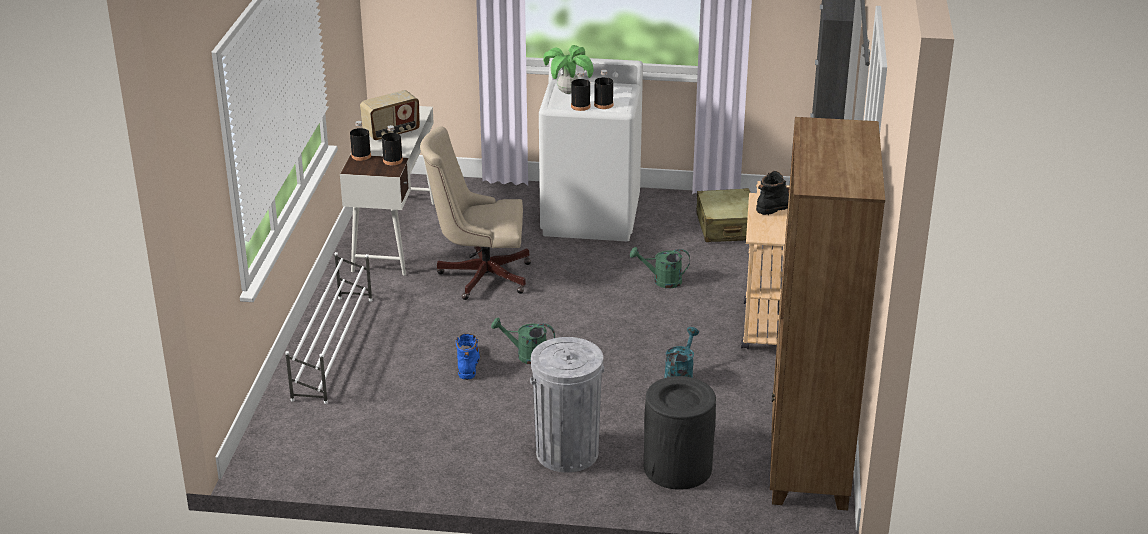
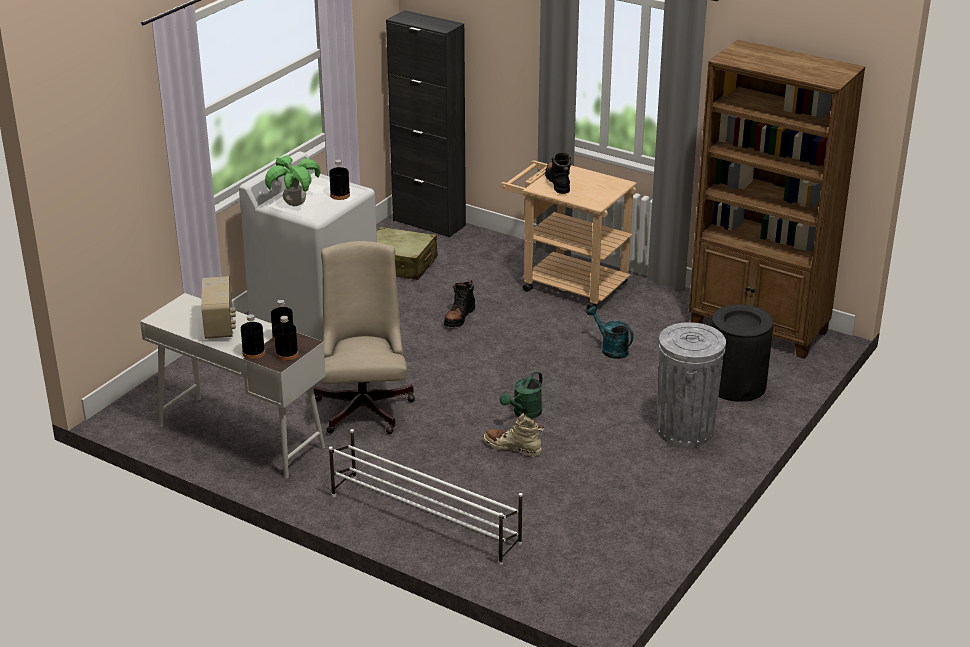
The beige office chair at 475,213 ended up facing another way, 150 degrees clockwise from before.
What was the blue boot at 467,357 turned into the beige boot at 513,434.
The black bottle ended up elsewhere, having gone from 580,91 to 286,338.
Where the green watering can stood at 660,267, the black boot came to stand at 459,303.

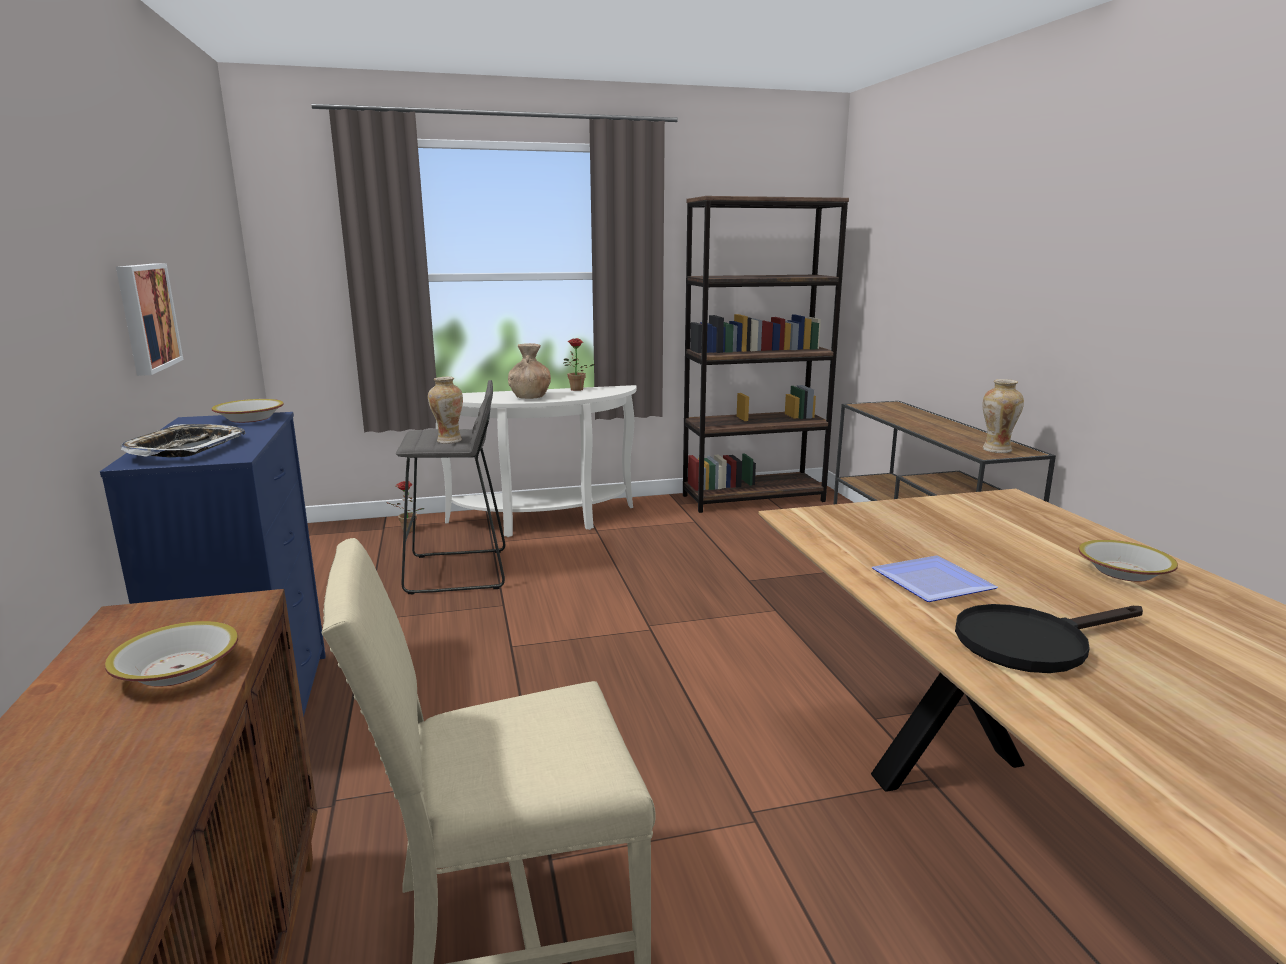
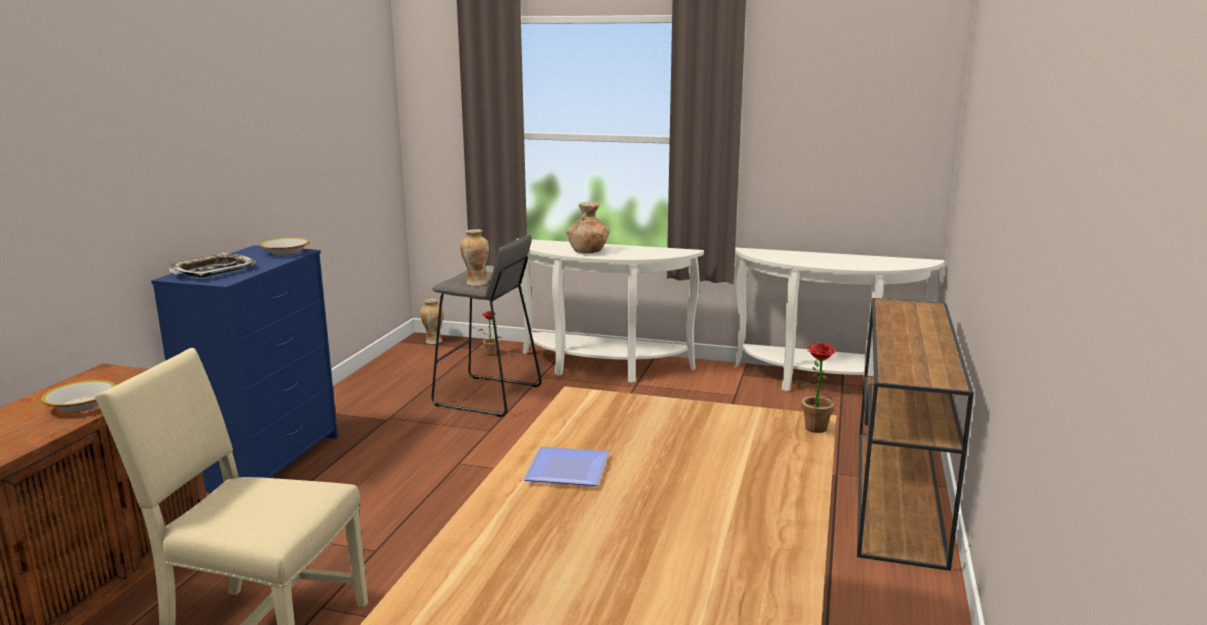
The second view lost the picture at 149,319.
The potted plant ended up elsewhere, having gone from 579,364 to 822,388.
Where the brown bookcase stood at 766,354, the white console table came to stand at 839,319.
The second view lost the black frying pan at 1049,638.
The vase ended up elsewhere, having gone from 1003,416 to 431,321.
The second view lost the bowl at 1128,561.

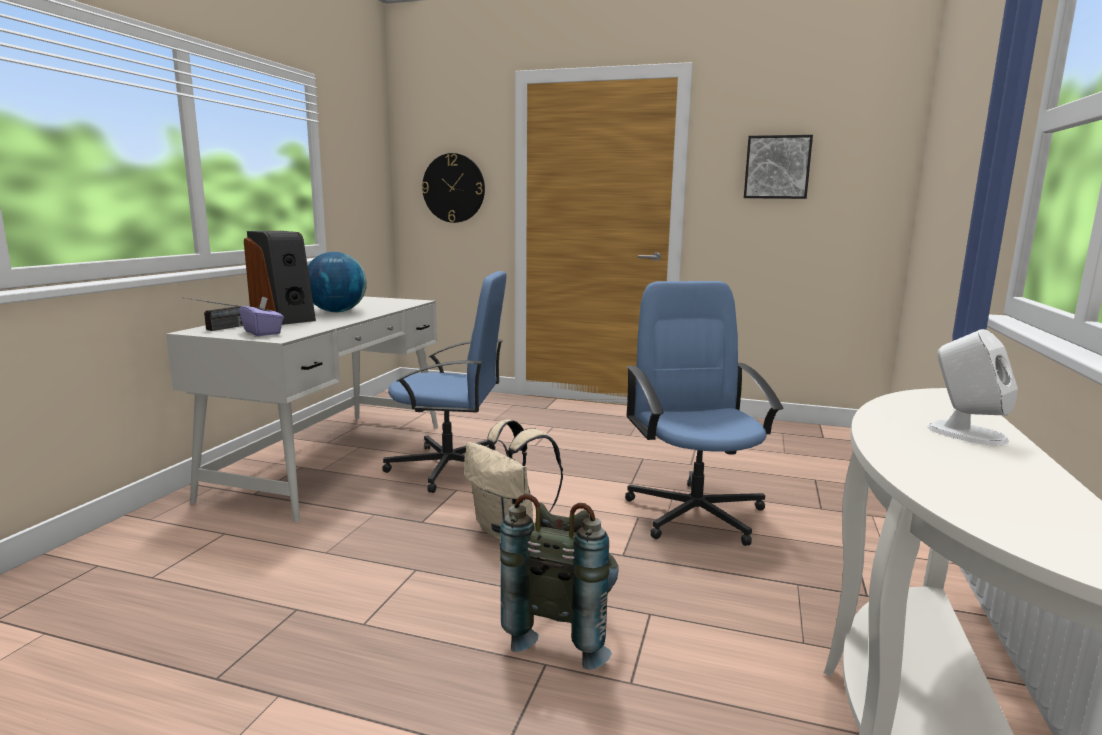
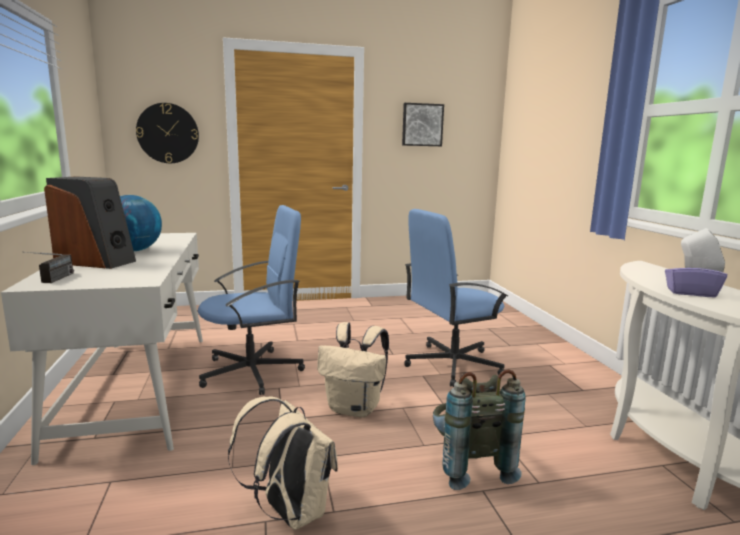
The purple tissue box ended up elsewhere, having gone from 261,316 to 696,276.
The blue office chair at 704,413 ended up facing another way, 75 degrees counterclockwise from before.
The second view gained the beige backpack at 283,463.

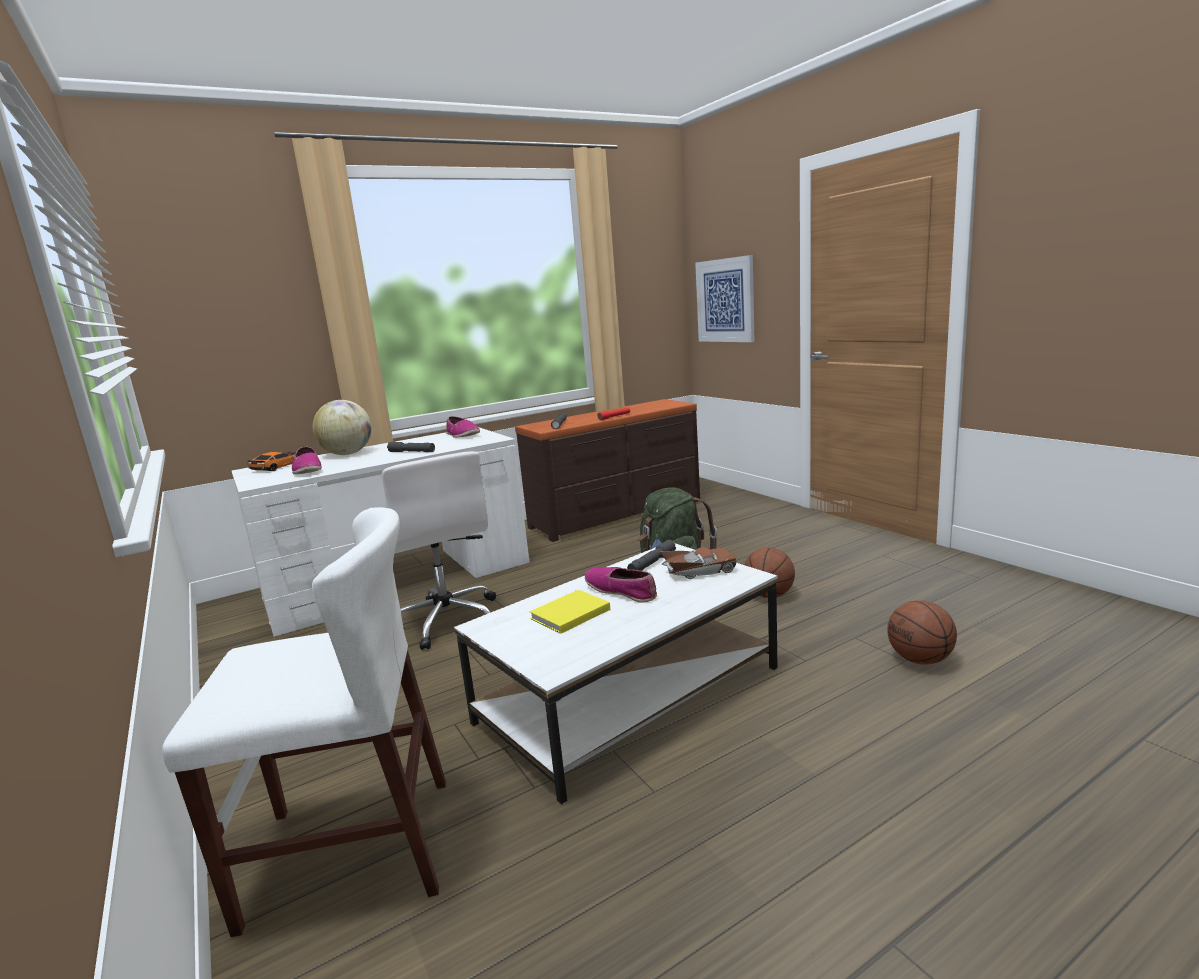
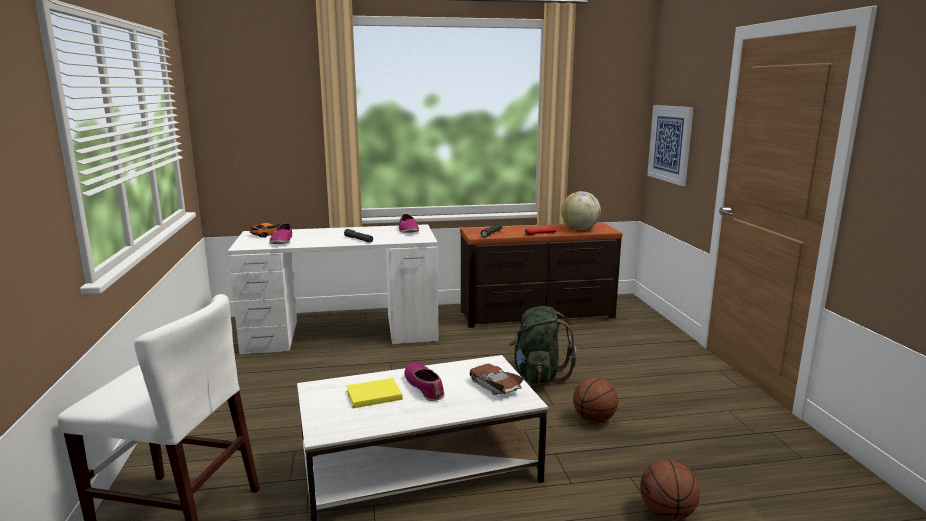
The globe ended up elsewhere, having gone from 342,427 to 581,210.
The second view lost the white office chair at 439,550.
The second view lost the grey flashlight at 651,555.
The brown toy car at 698,563 ended up facing another way, 135 degrees counterclockwise from before.

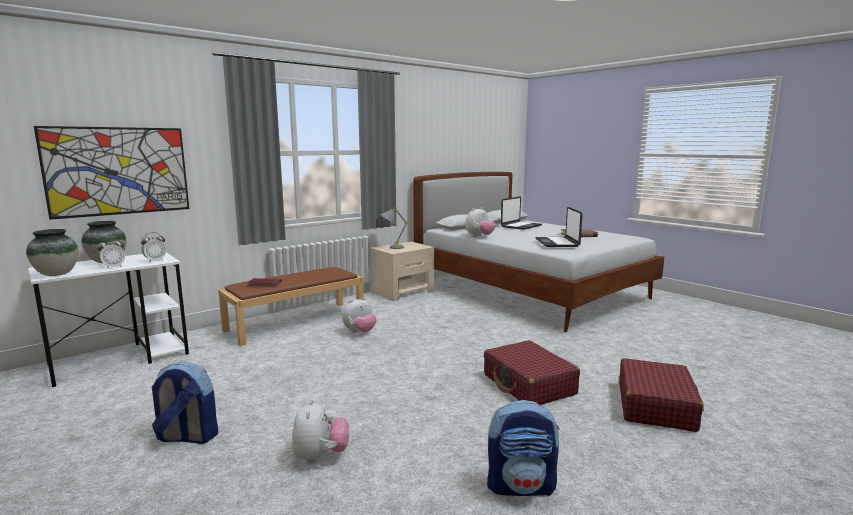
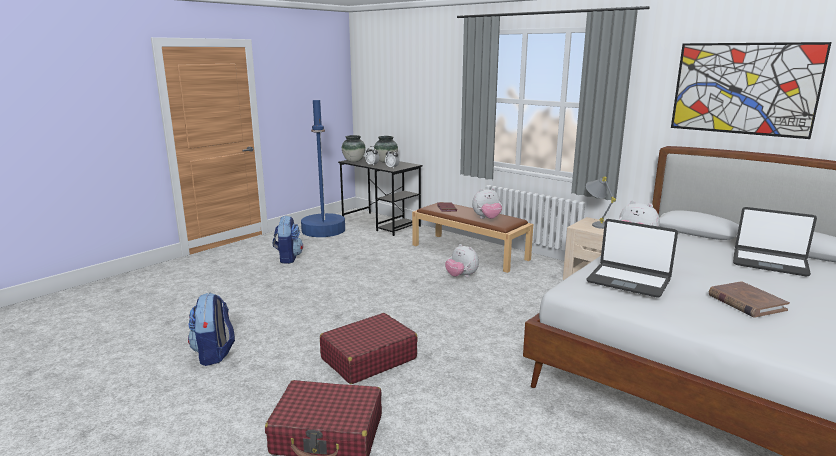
What was the white desk at 108,319 turned into the black desk at 380,196.
The picture ended up elsewhere, having gone from 111,173 to 751,90.
The plush toy ended up elsewhere, having gone from 320,431 to 487,203.
The laptop at 559,227 ended up facing another way, 135 degrees counterclockwise from before.
The second view gained the blue floor lamp at 323,168.

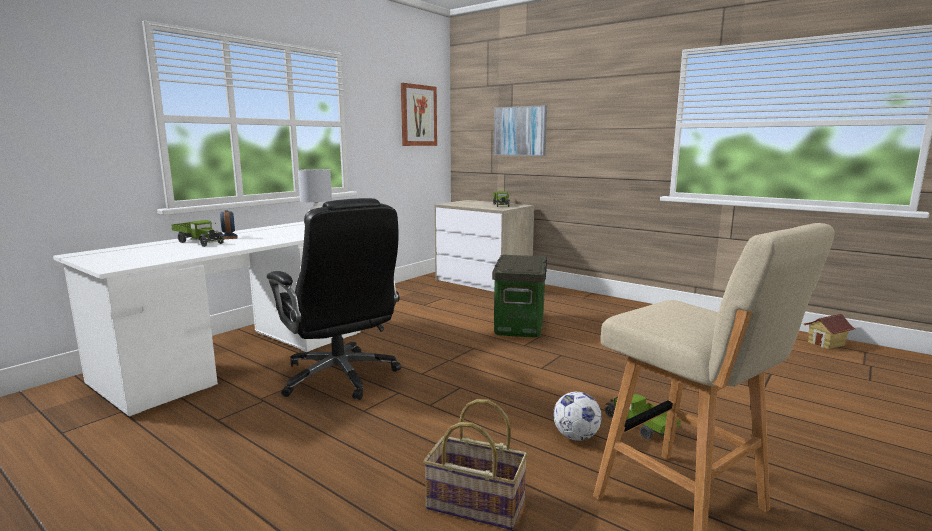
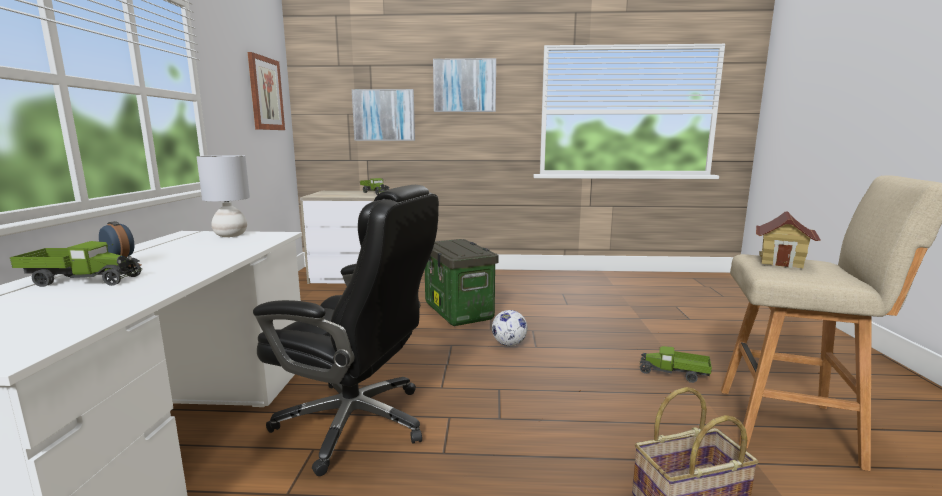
The football ended up elsewhere, having gone from 577,416 to 510,328.
The toy house ended up elsewhere, having gone from 829,331 to 788,240.
The second view gained the picture at 464,85.

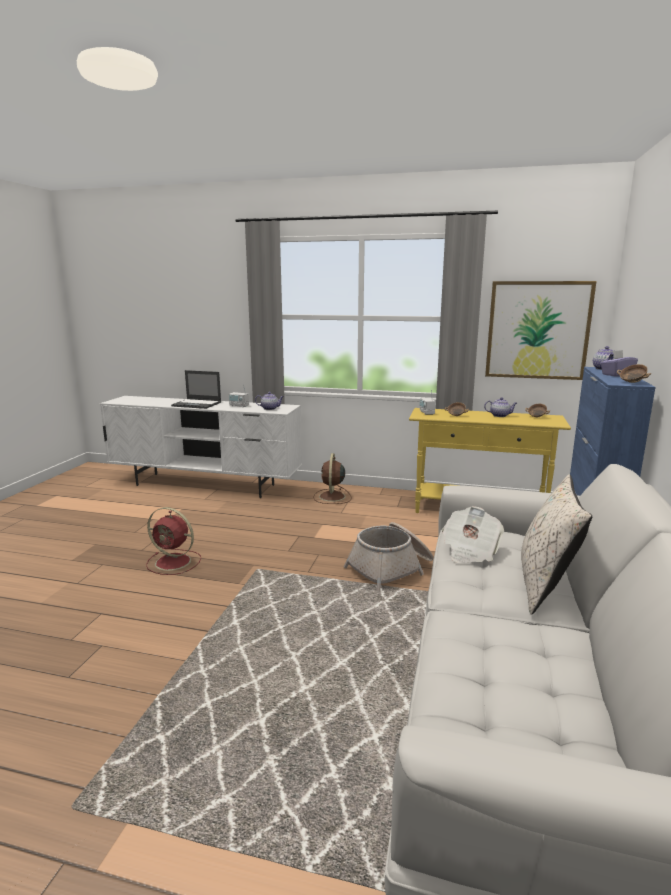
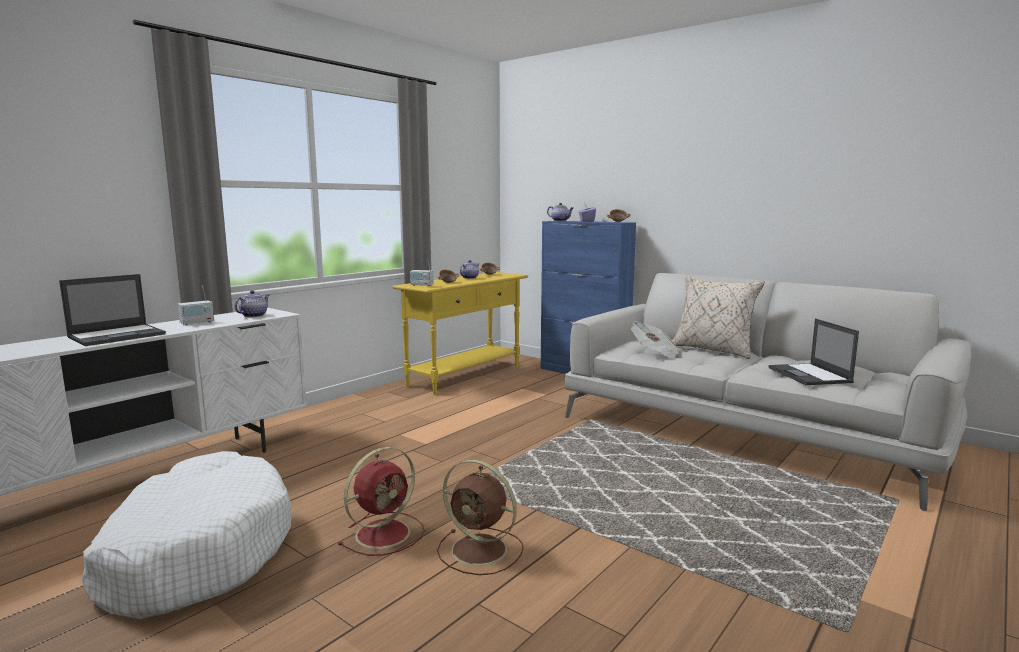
The brown fan ended up elsewhere, having gone from 332,478 to 480,517.
The second view lost the basket at 388,557.
The second view lost the picture at 541,330.
The second view gained the white dog bed at 186,535.
The second view gained the laptop at 814,352.

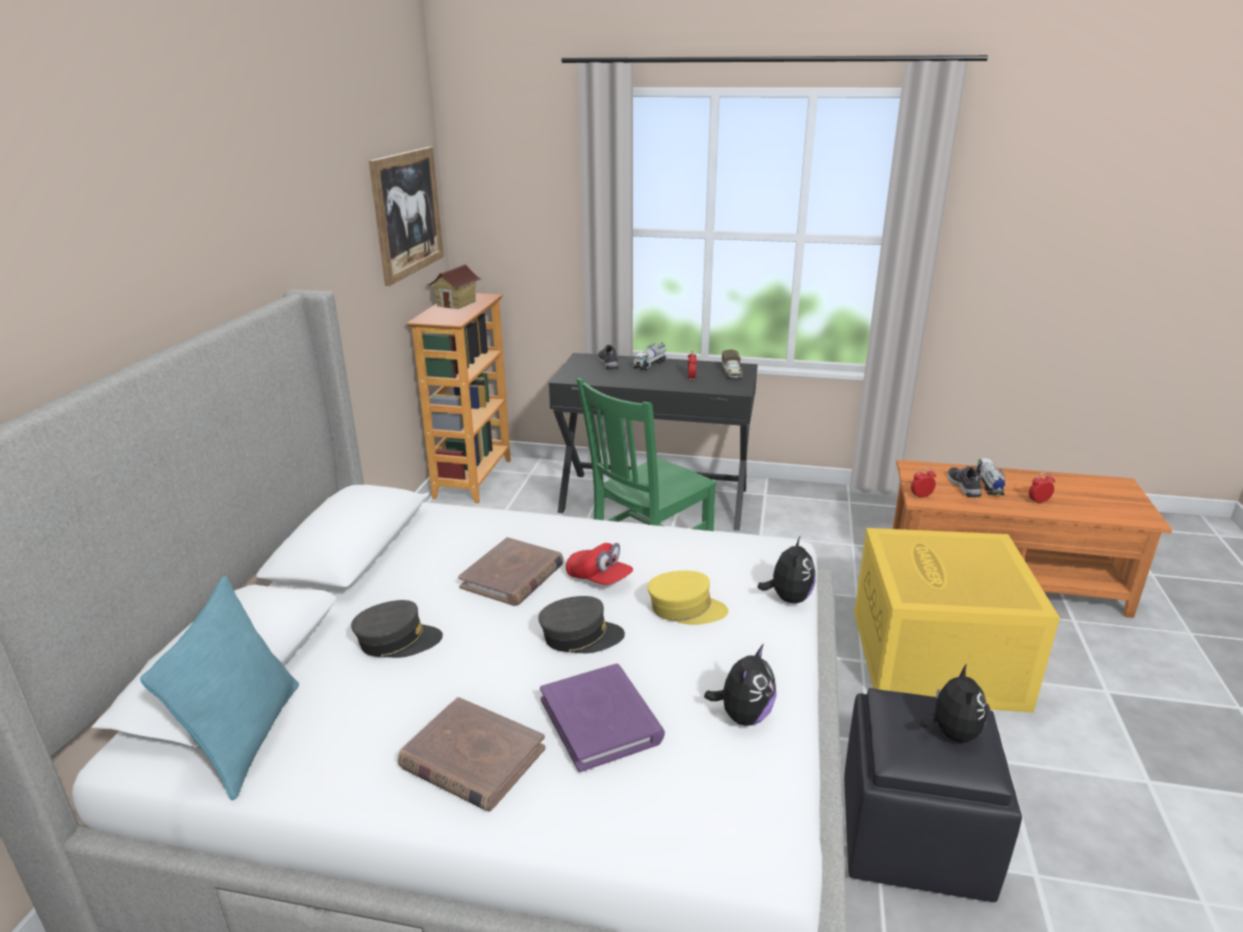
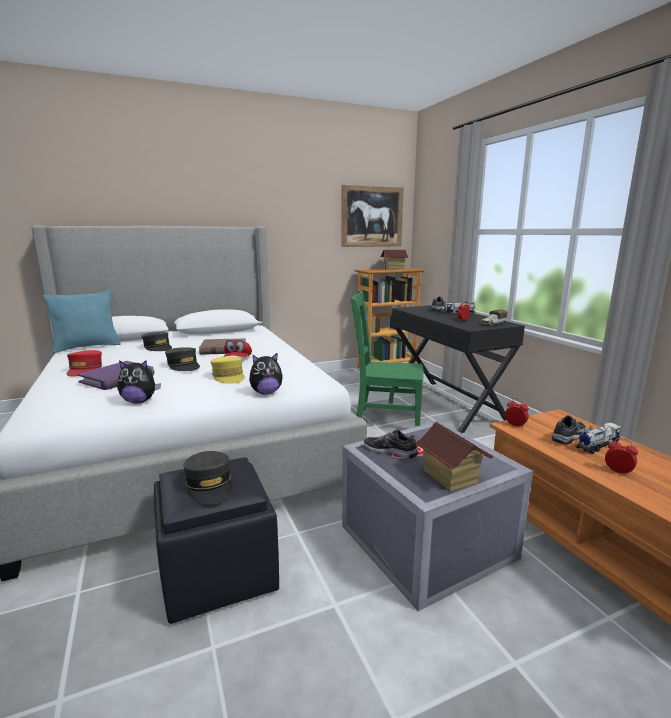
Where the brown book stood at 471,754, the red cap came to stand at 84,363.
What was the yellow storage box at 957,620 turned into the grey storage box at 437,516.
Where the plush toy stood at 953,703, the grey cap came to stand at 207,478.
The second view gained the shoe at 391,443.
The second view gained the toy house at 453,456.

